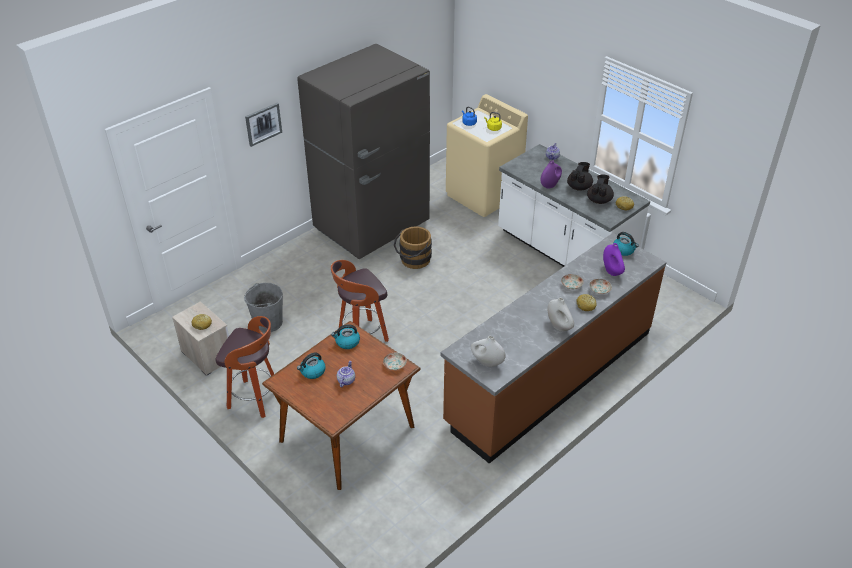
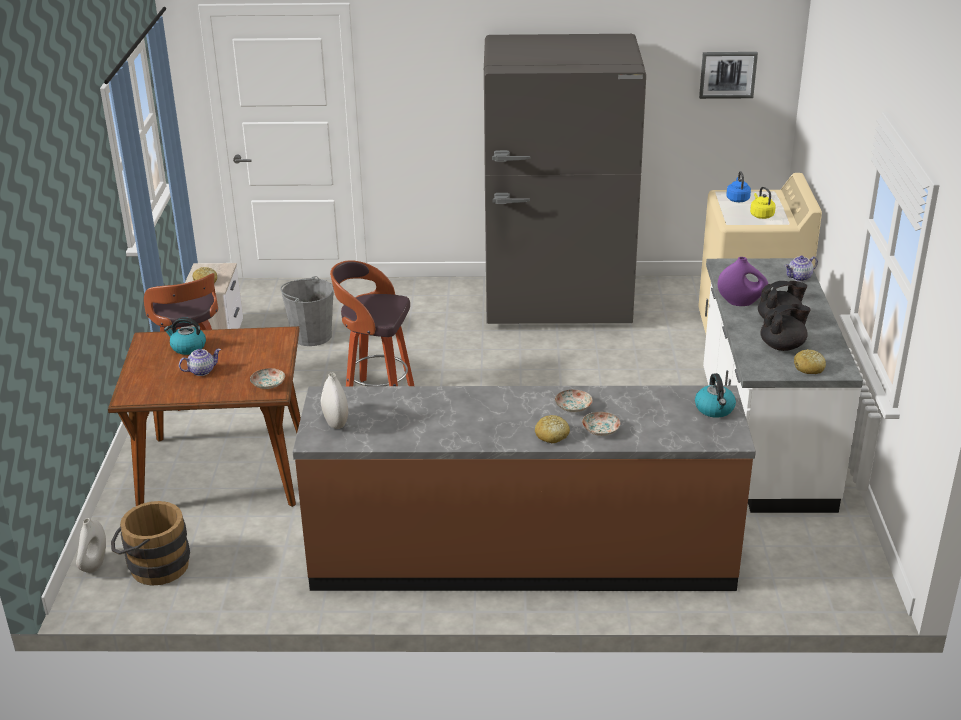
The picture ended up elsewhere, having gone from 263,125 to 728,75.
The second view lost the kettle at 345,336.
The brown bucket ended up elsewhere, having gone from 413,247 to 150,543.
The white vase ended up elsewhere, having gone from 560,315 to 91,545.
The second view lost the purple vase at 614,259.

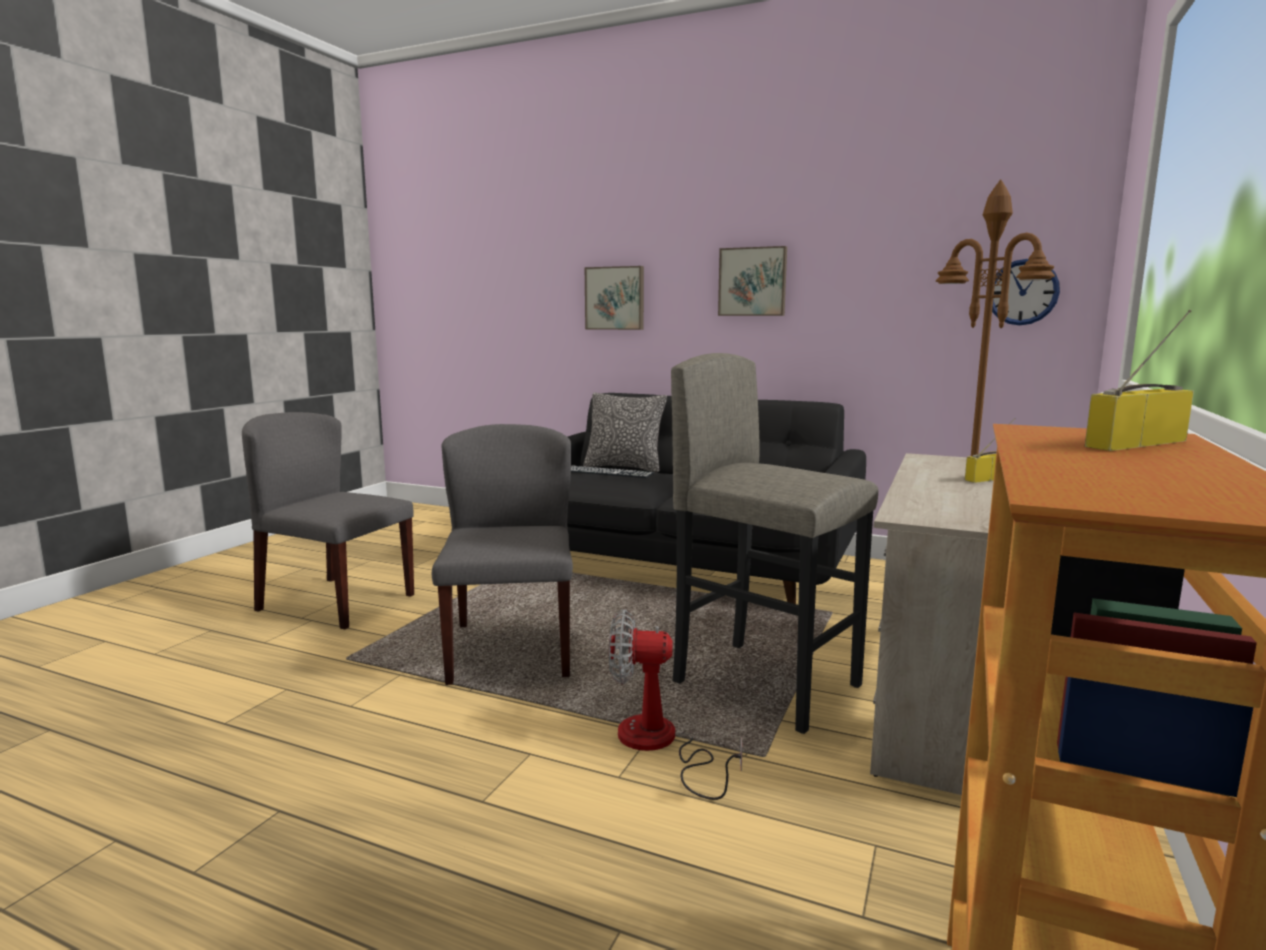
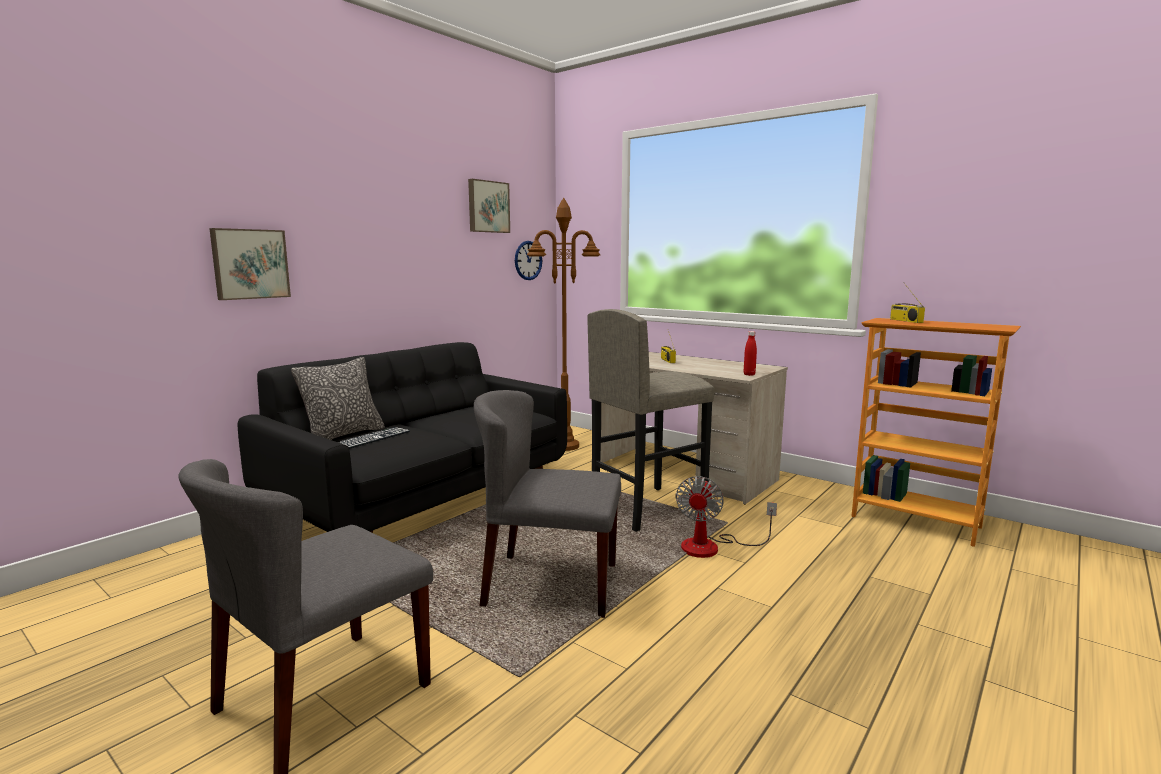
The picture ended up elsewhere, having gone from 752,281 to 489,206.
The second view gained the red bottle at 750,353.

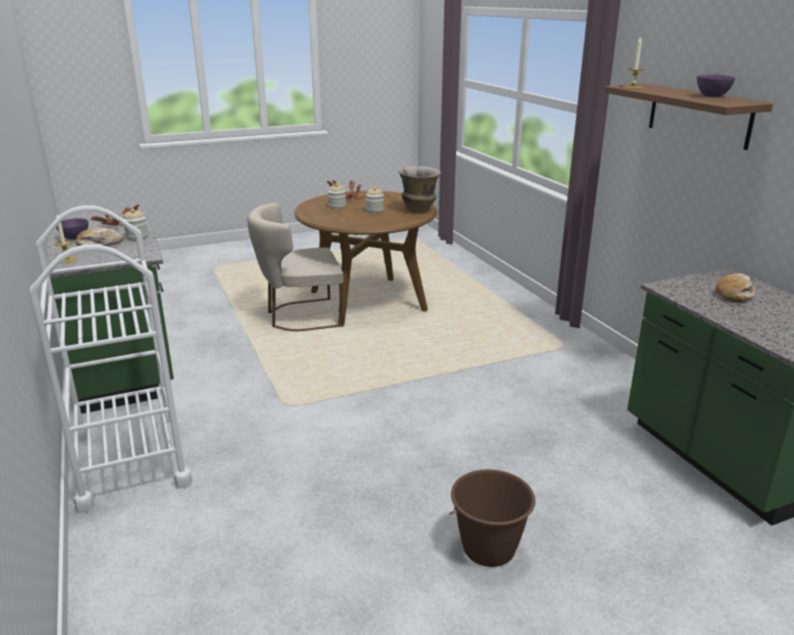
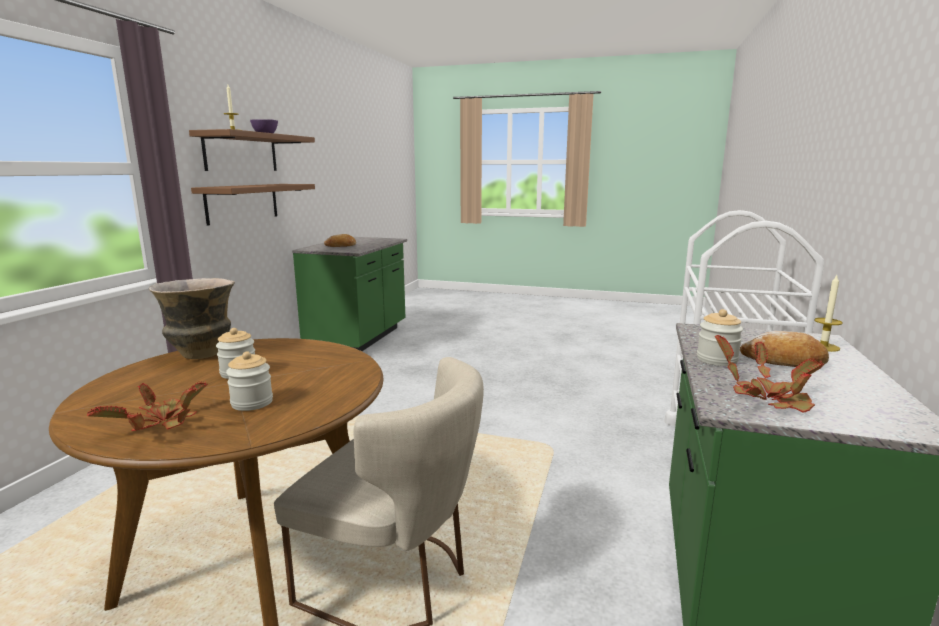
The second view lost the purple bowl at 72,229.
The second view lost the brown bucket at 492,518.
The second view gained the brown shelf at 253,205.

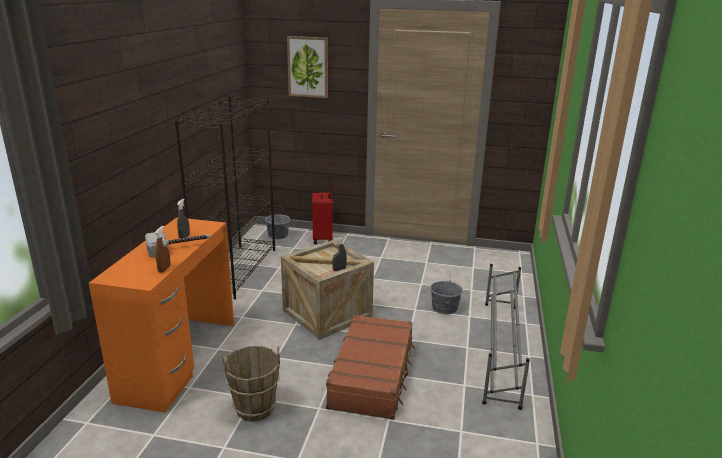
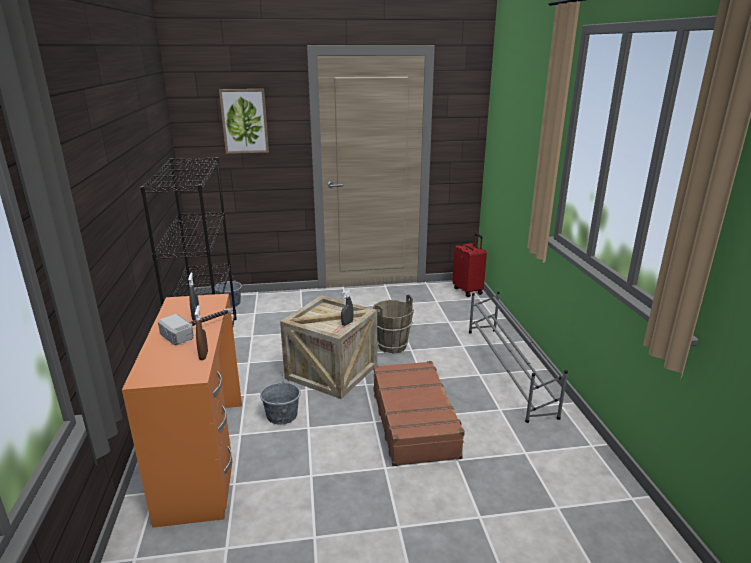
The brown bucket ended up elsewhere, having gone from 251,384 to 393,324.
The red suitcase ended up elsewhere, having gone from 322,214 to 469,265.
The grey bucket ended up elsewhere, having gone from 446,293 to 280,399.

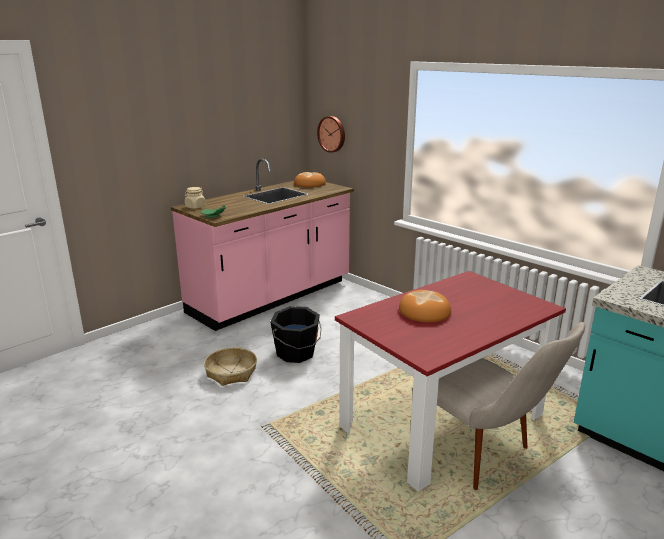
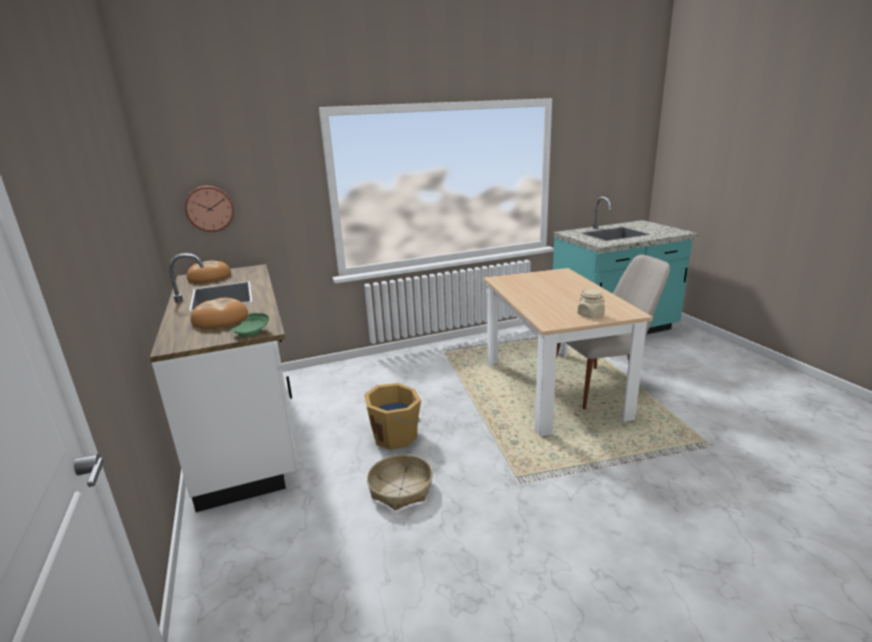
What was the pink counter at 262,245 turned into the white counter at 224,382.
The beige jar ended up elsewhere, having gone from 195,198 to 591,303.
What was the black bucket at 296,334 turned into the orange bucket at 392,416.
What was the red dining table at 450,381 turned into the beige dining table at 568,352.
The bread ended up elsewhere, having gone from 425,306 to 219,313.

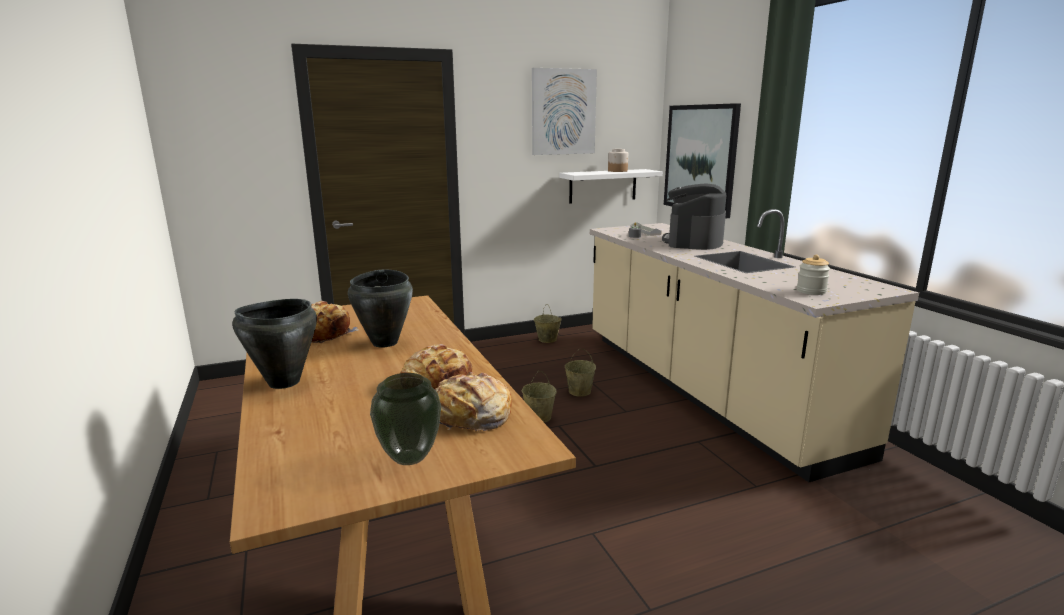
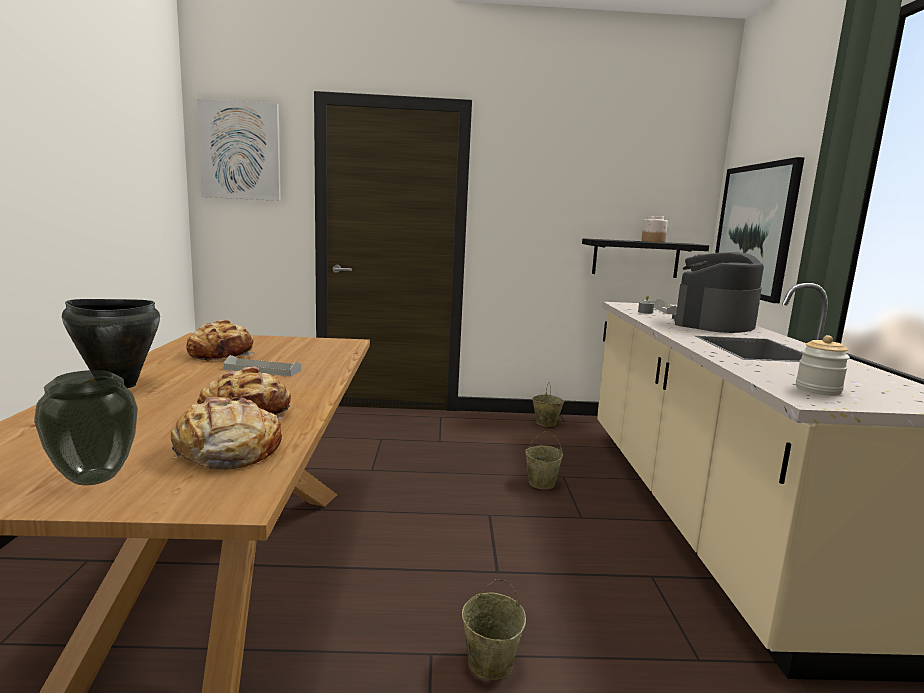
Where the black cooking pot stood at 380,308, the grey tray came to stand at 262,366.
The beige bucket ended up elsewhere, having gone from 539,397 to 494,629.
The picture ended up elsewhere, having gone from 564,111 to 239,150.
What was the white shelf at 611,186 turned into the black shelf at 645,258.

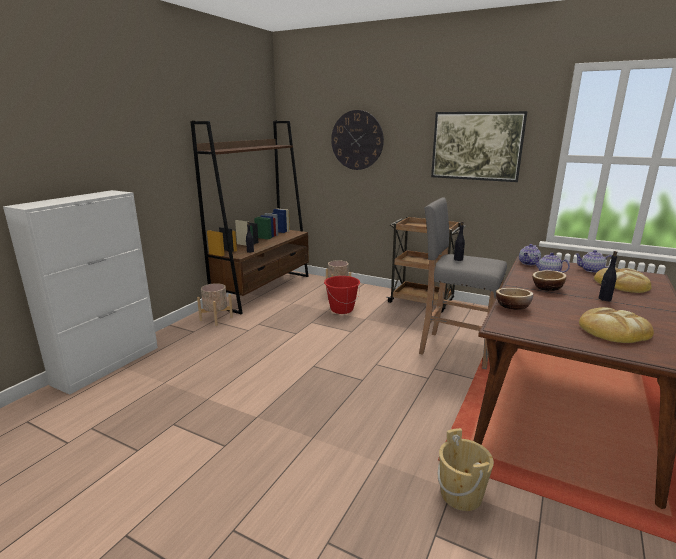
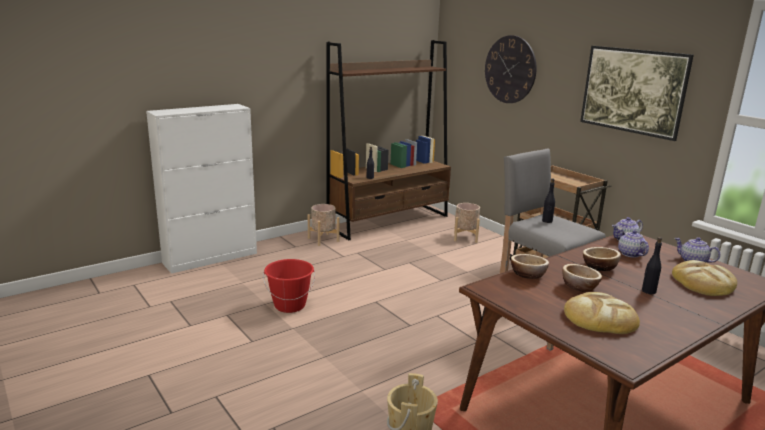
The red bucket ended up elsewhere, having gone from 342,295 to 289,286.
The second view gained the bowl at 582,278.

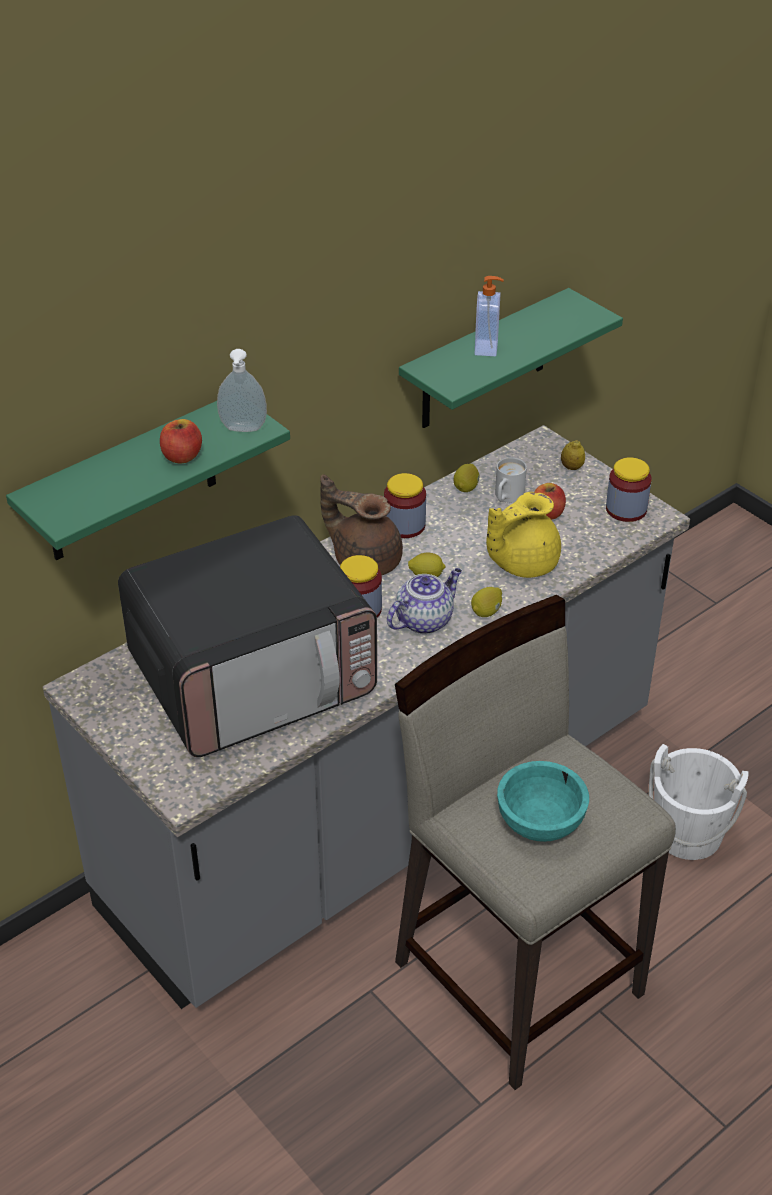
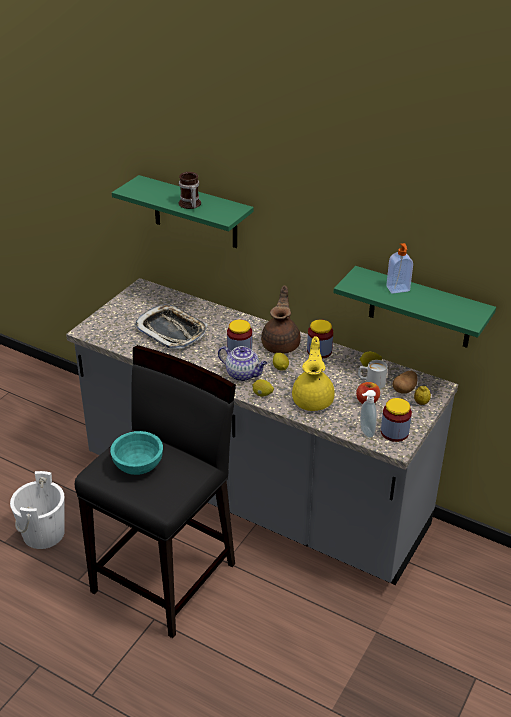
Where the microwave stood at 247,636, the tray came to stand at 171,327.
Where the apple stood at 181,441, the mug came to stand at 189,190.
The soap dispenser ended up elsewhere, having gone from 242,390 to 368,414.
What was the beige stool at 535,842 turned into the black stool at 155,491.
The yellow teapot at 523,535 ended up facing another way, 60 degrees clockwise from before.
The white bucket ended up elsewhere, having gone from 699,802 to 37,510.
The second view gained the potato at 404,382.

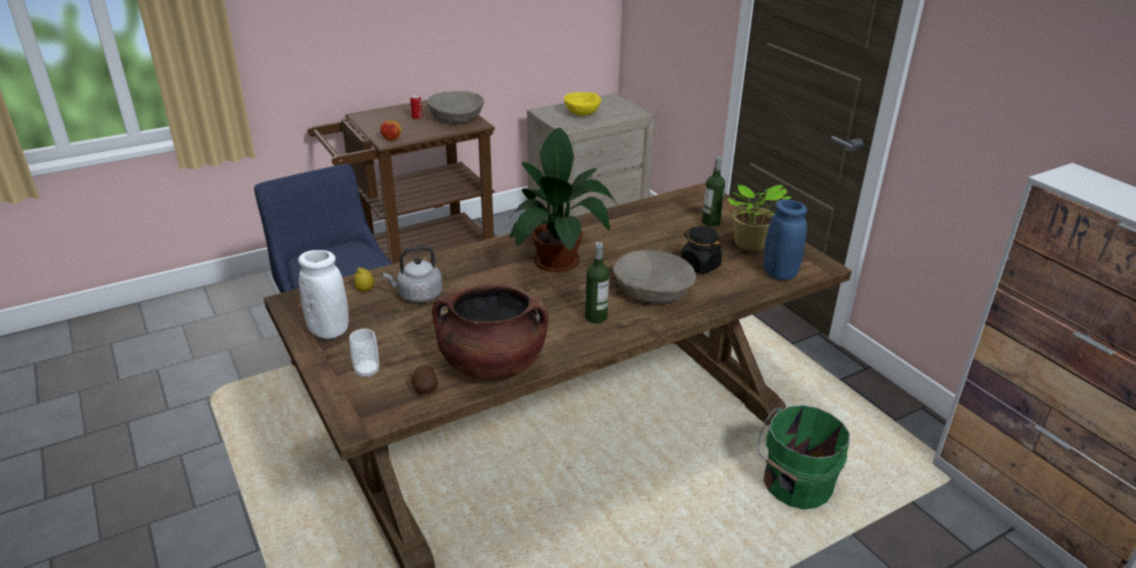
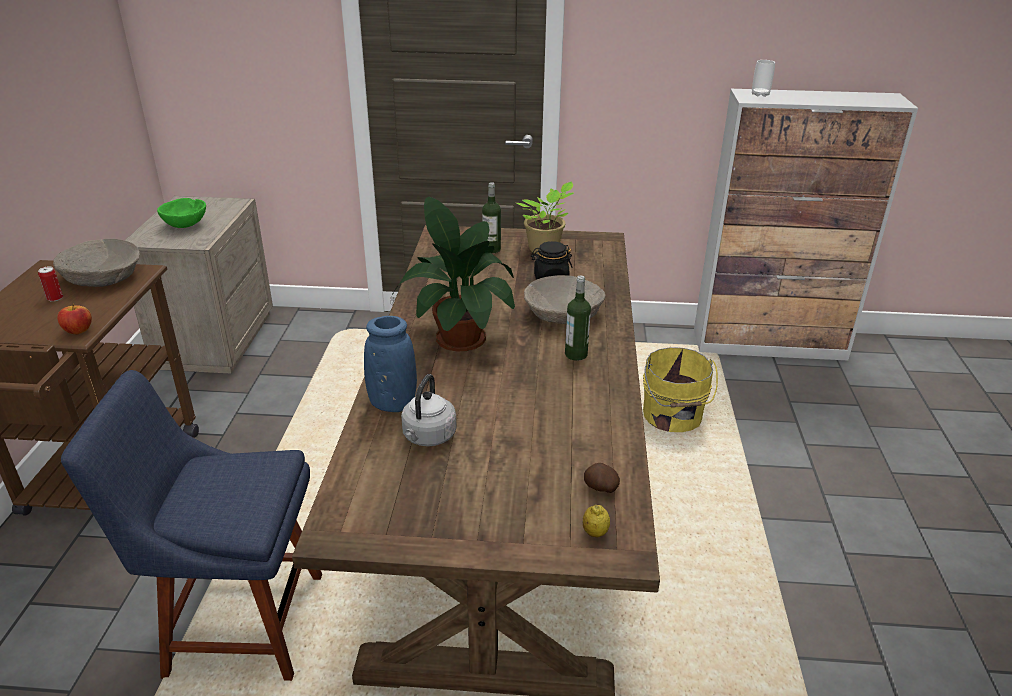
The second view lost the white vase at 323,294.
The cup ended up elsewhere, having gone from 364,353 to 763,78.
The lemon ended up elsewhere, having gone from 364,279 to 596,521.
The second view lost the brown cooking pot at 490,332.
What was the yellow bowl at 582,104 turned into the green bowl at 181,213.
What was the green bucket at 804,457 turned into the yellow bucket at 680,389.
The blue vase ended up elsewhere, having gone from 785,239 to 390,364.

